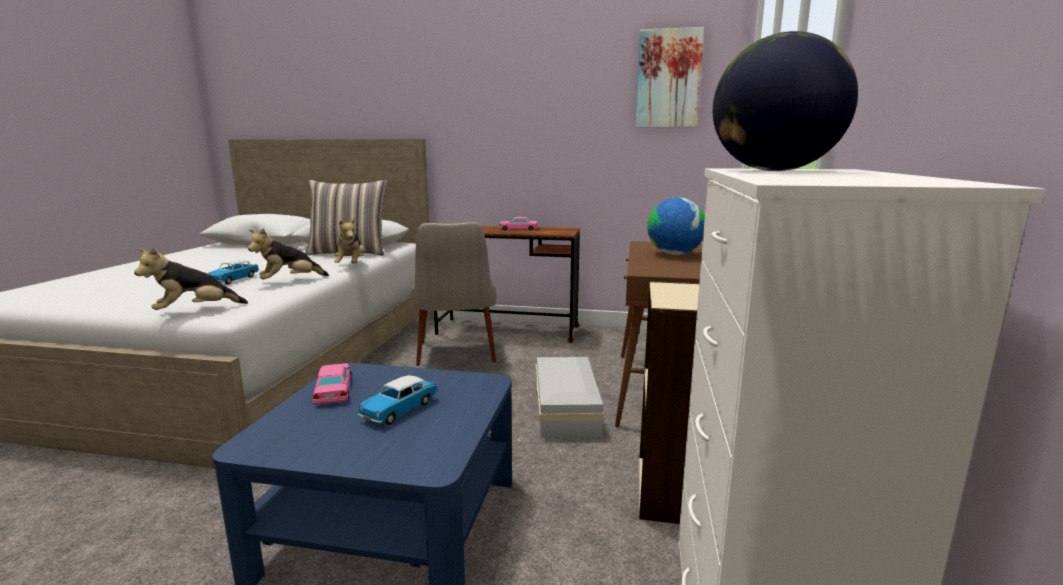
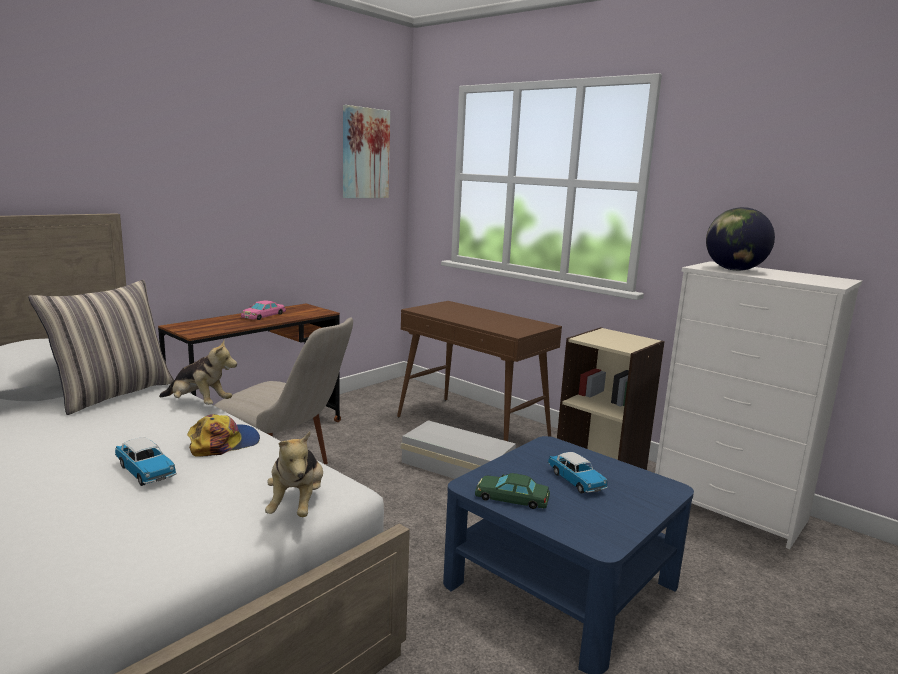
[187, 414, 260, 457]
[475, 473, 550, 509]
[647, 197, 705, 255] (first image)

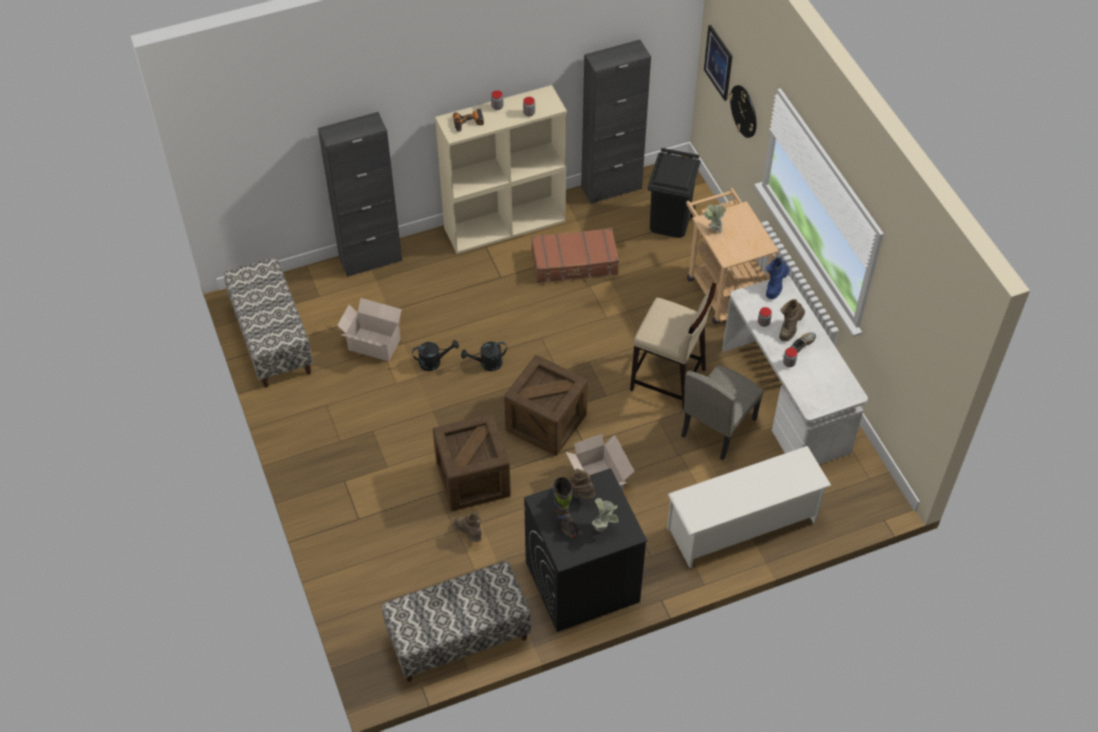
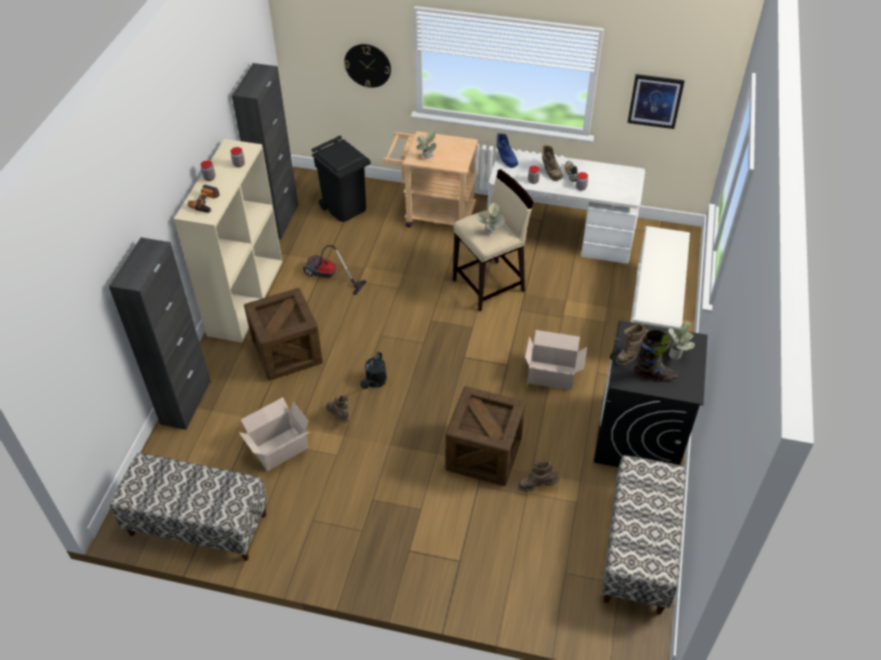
[326, 394, 349, 423]
[244, 288, 323, 381]
[303, 245, 367, 295]
[681, 365, 764, 460] (first image)
[627, 74, 685, 129]
[476, 203, 505, 234]

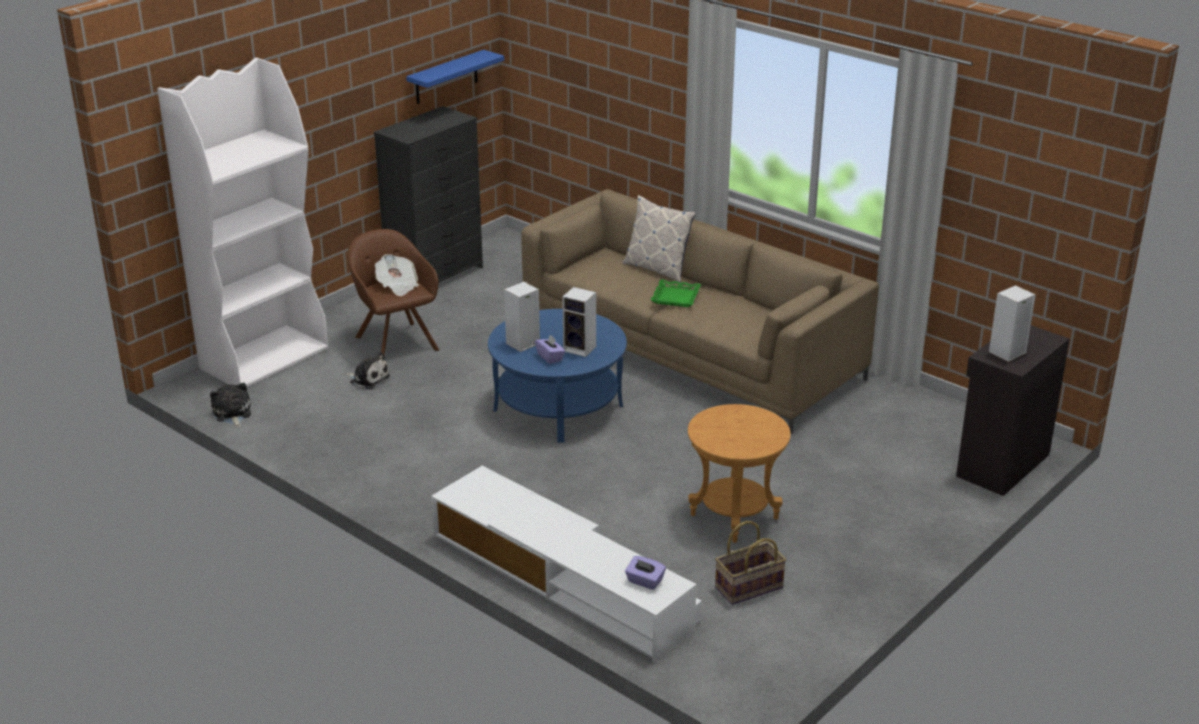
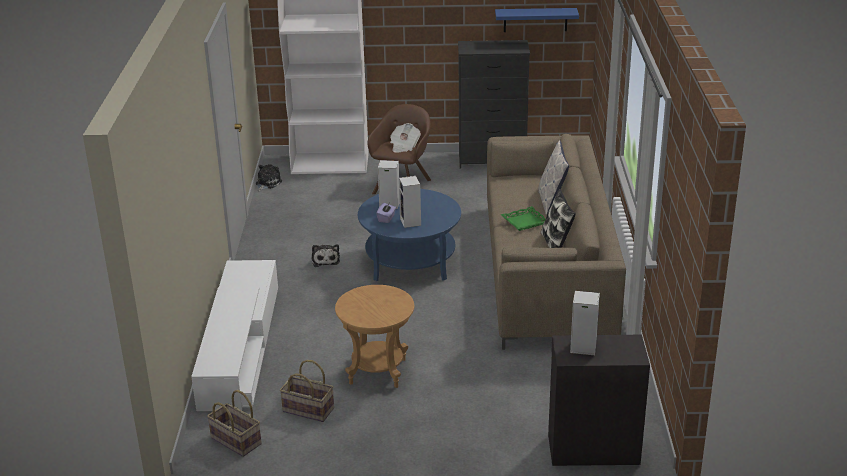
[312, 244, 340, 267]
[625, 556, 666, 590] (first image)
[207, 390, 262, 457]
[541, 189, 576, 248]

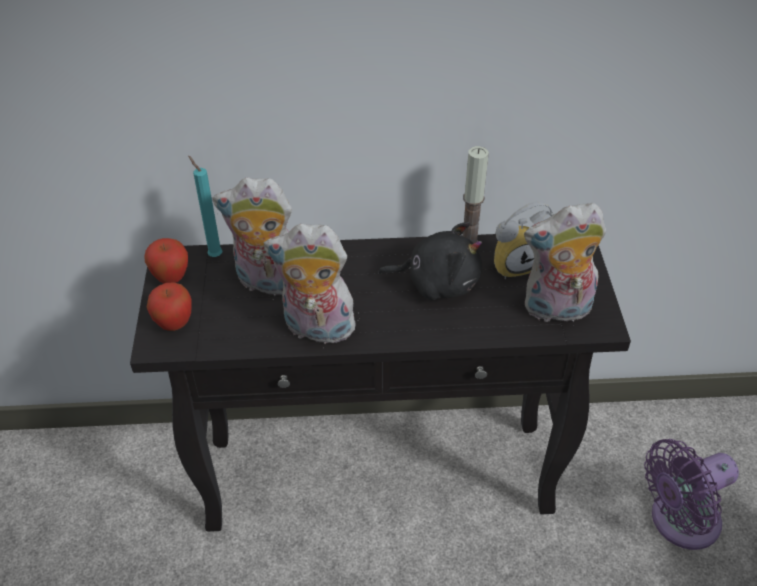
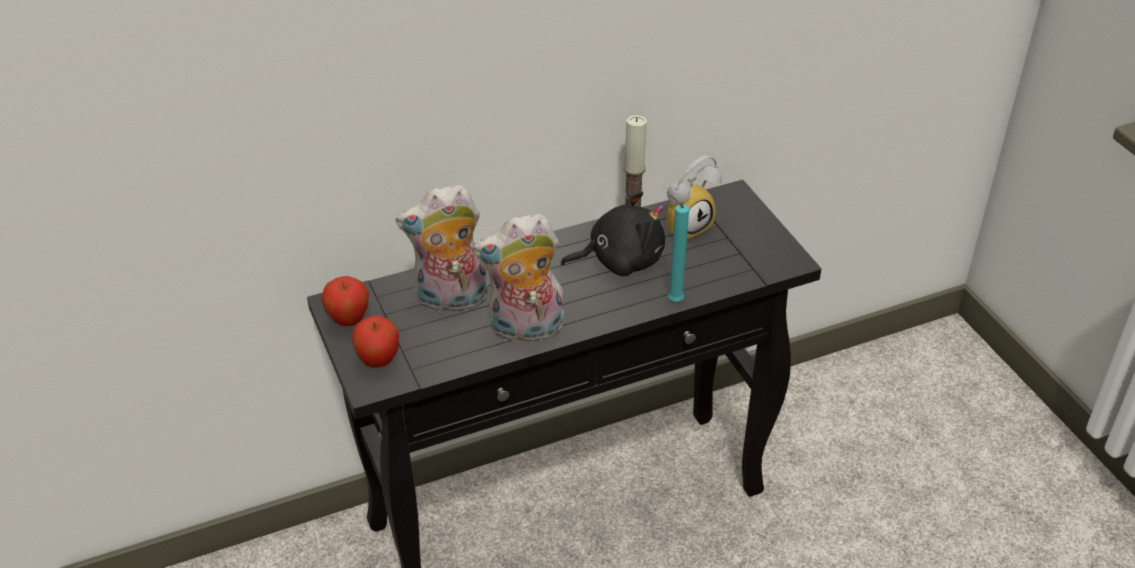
[668, 194, 689, 302]
[524, 203, 606, 326] (first image)
[644, 439, 739, 550] (first image)

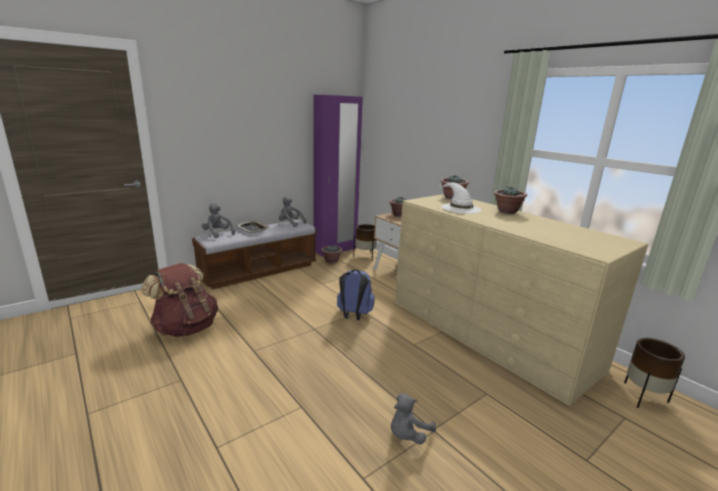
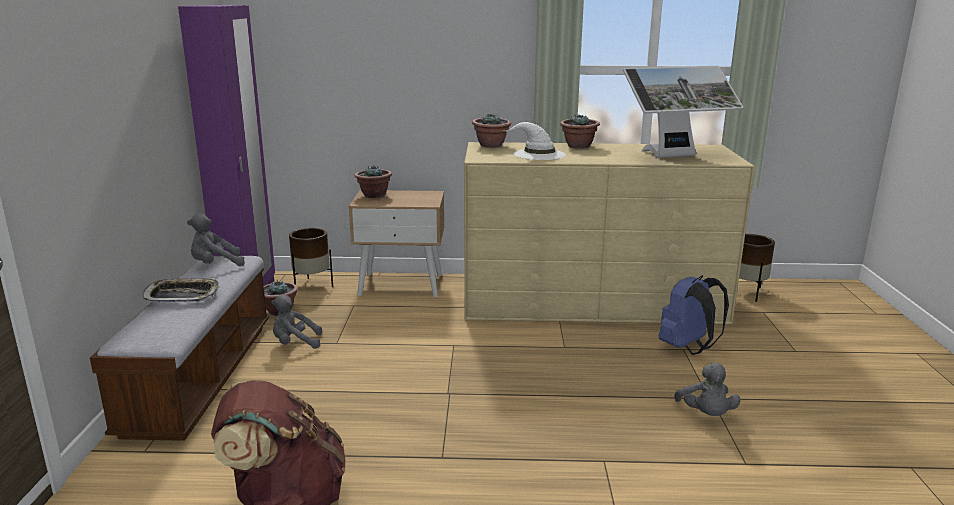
[271, 295, 322, 349]
[659, 275, 729, 355]
[623, 66, 744, 158]

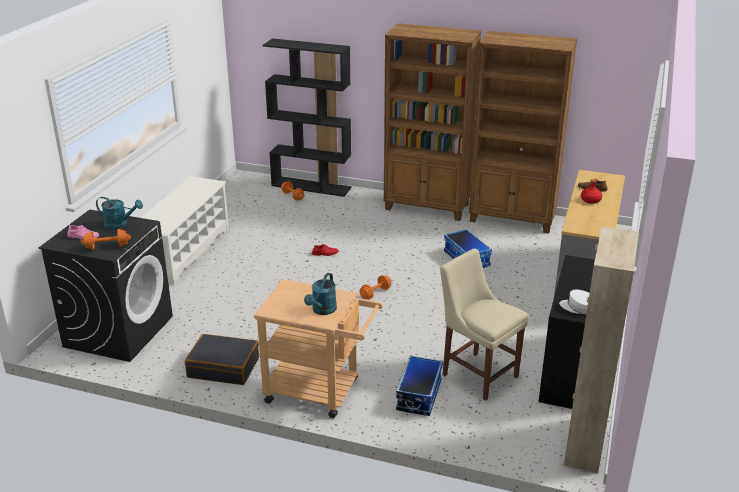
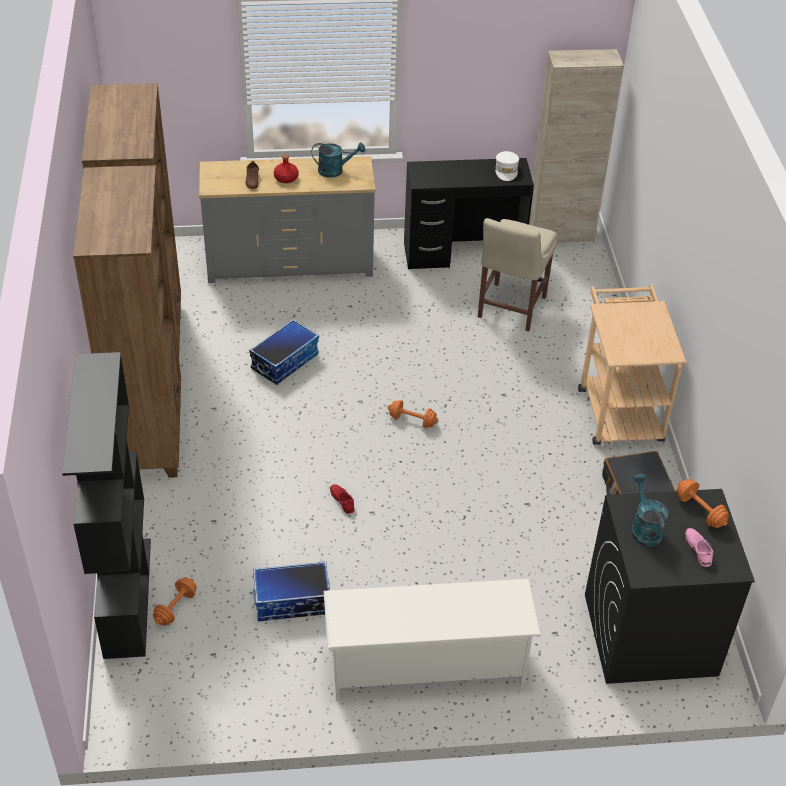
[312, 142, 365, 178]
[253, 561, 330, 621]

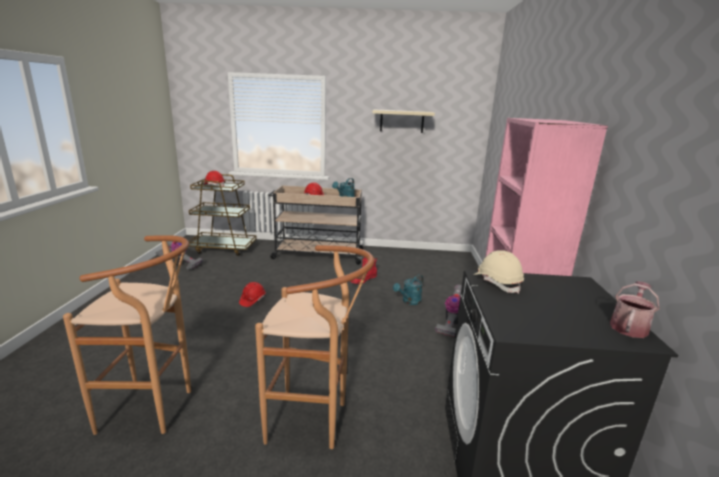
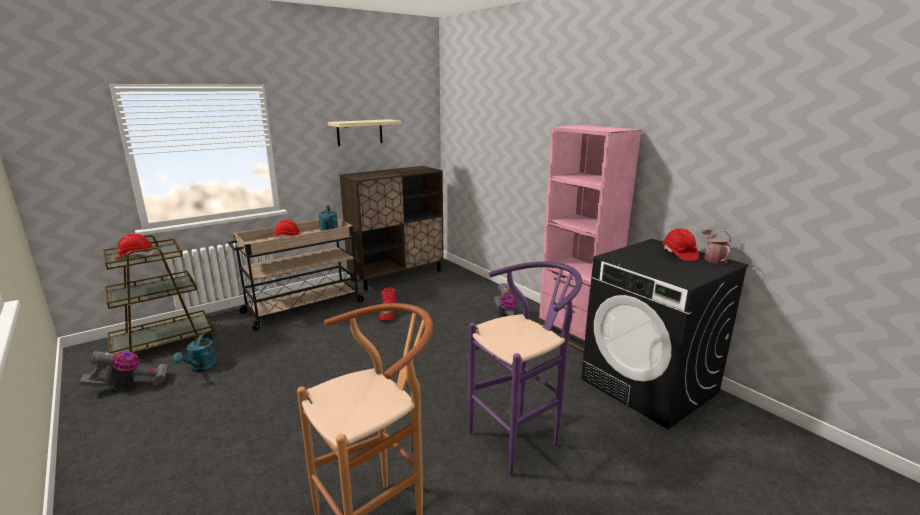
[663, 229, 699, 261]
[469, 262, 582, 476]
[173, 332, 217, 373]
[473, 250, 524, 294] (first image)
[339, 166, 444, 291]

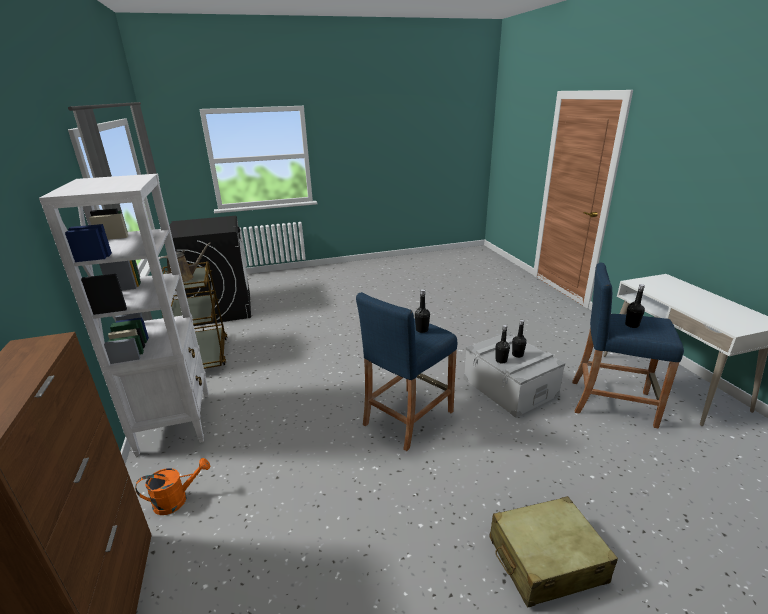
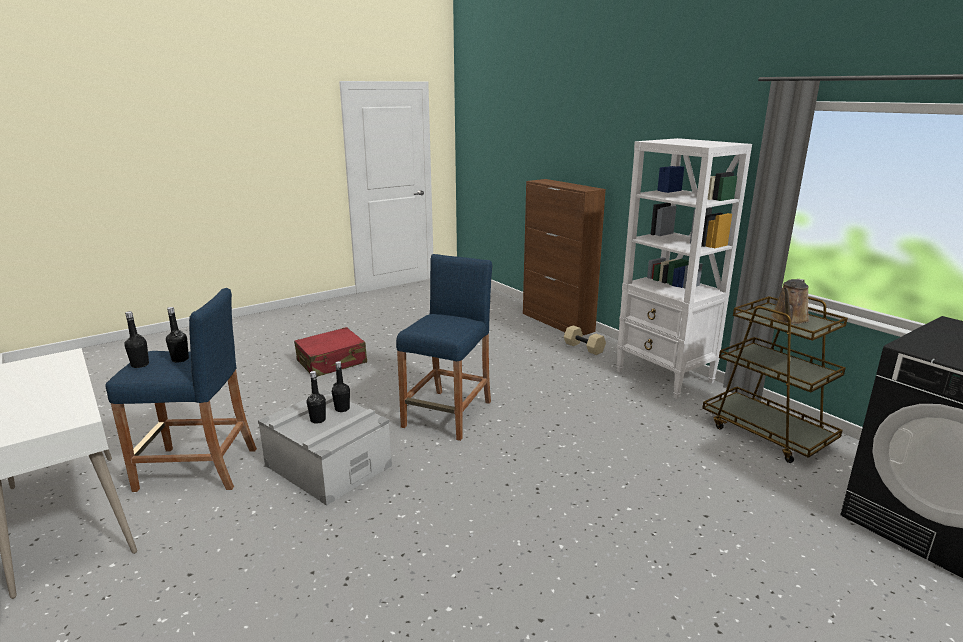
[564, 325, 606, 355]
[124, 311, 149, 368]
[294, 327, 367, 377]

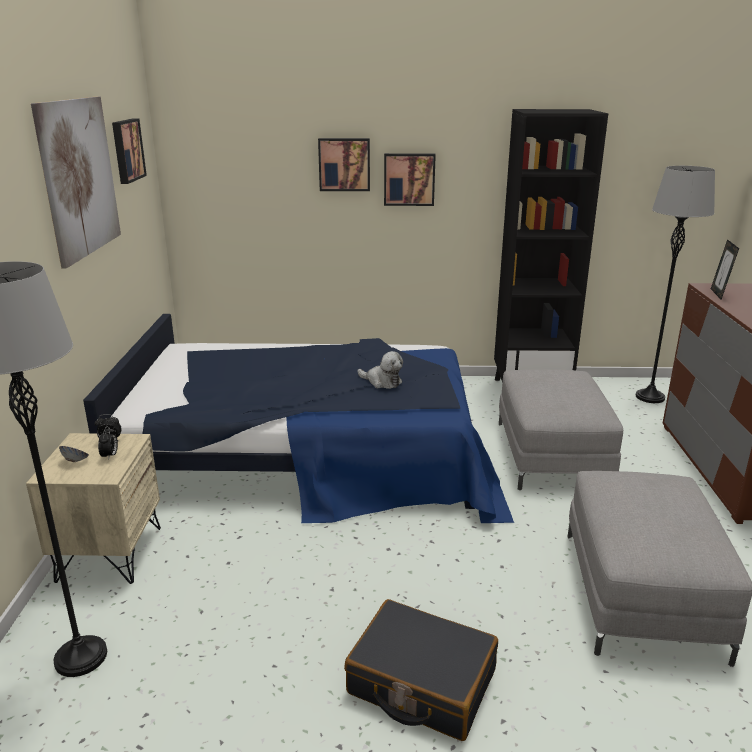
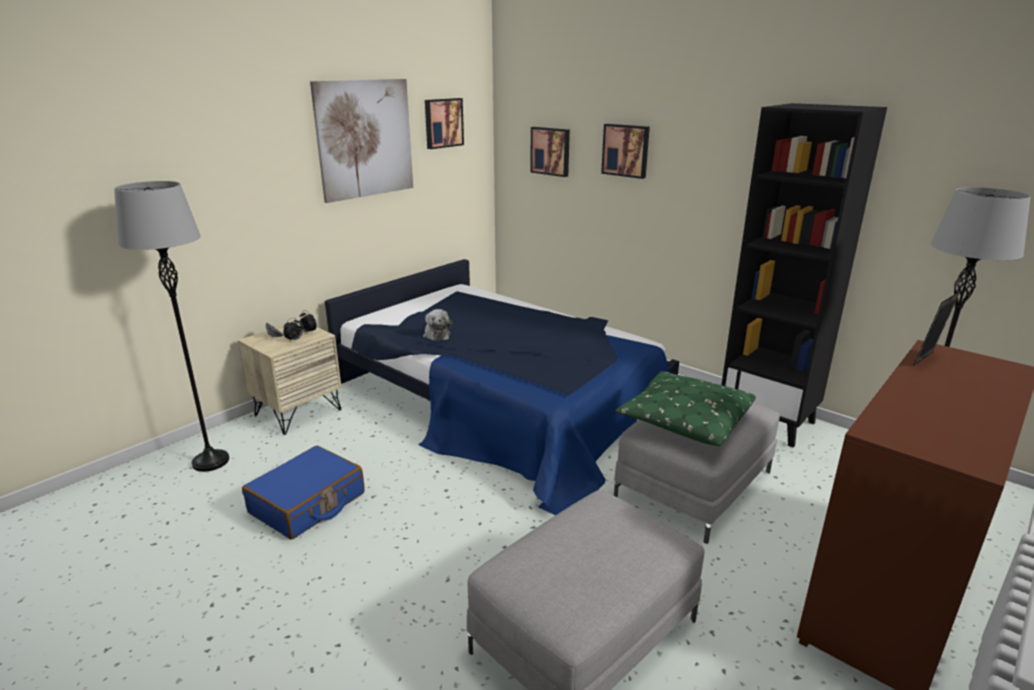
[344, 599, 498, 741] (first image)
[423, 309, 453, 341]
[530, 127, 570, 177]
[242, 446, 365, 540]
[615, 371, 756, 446]

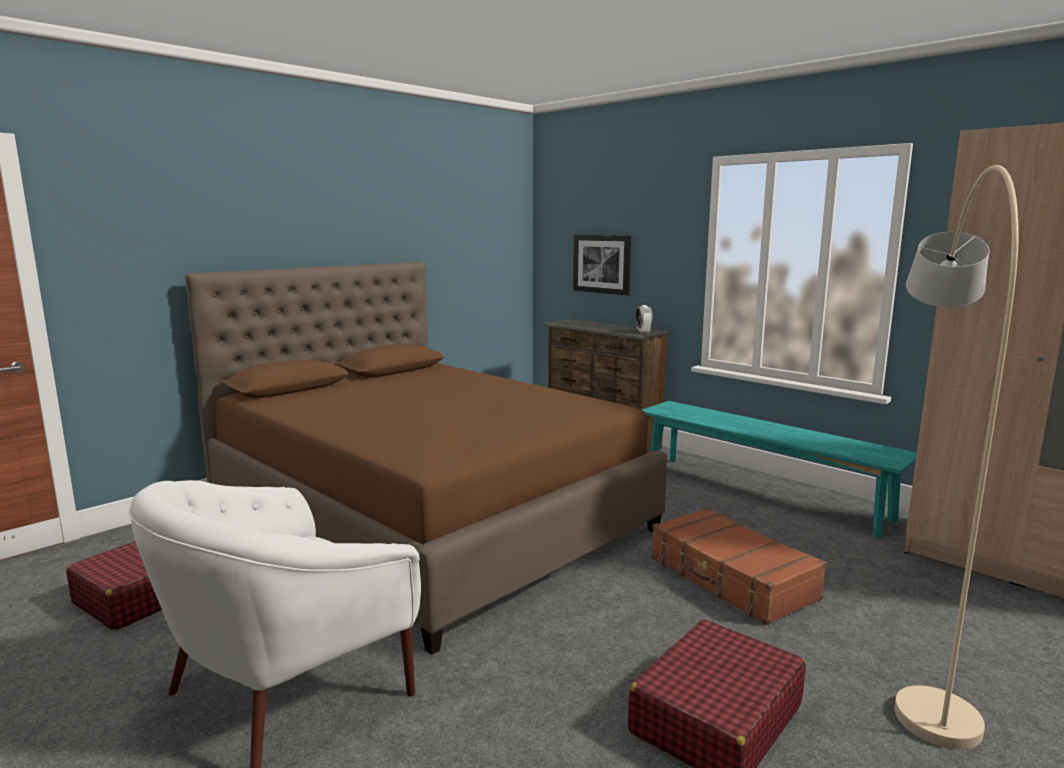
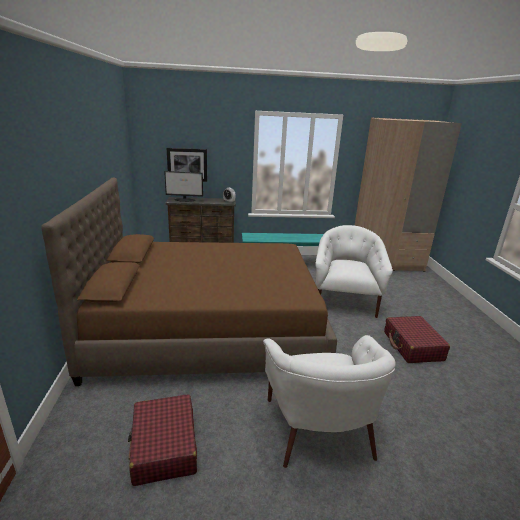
[315, 225, 393, 318]
[894, 165, 1019, 749] (first image)
[164, 171, 203, 202]

